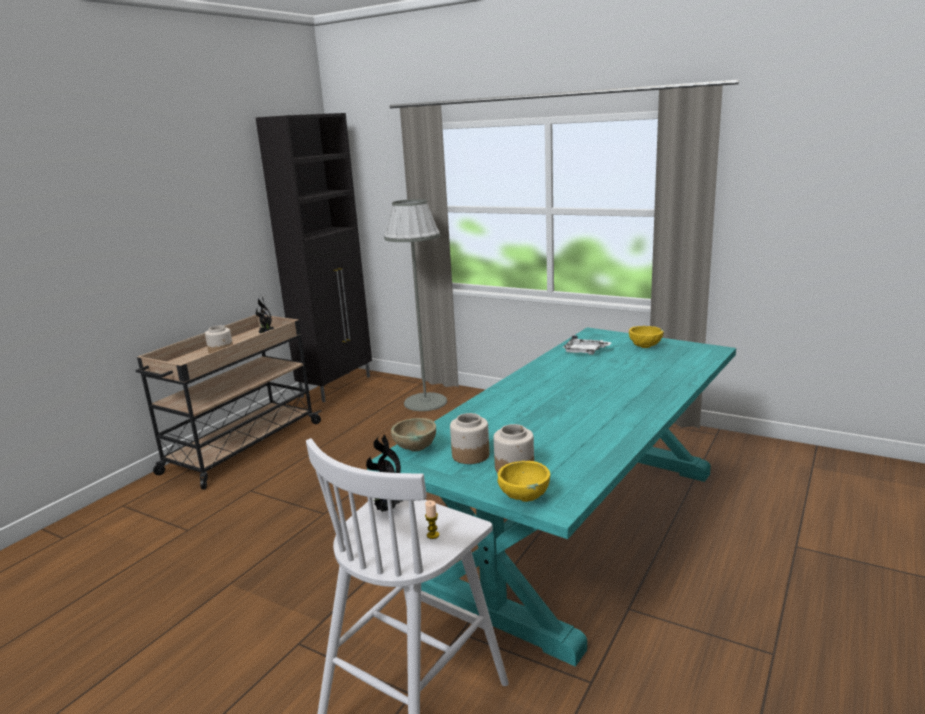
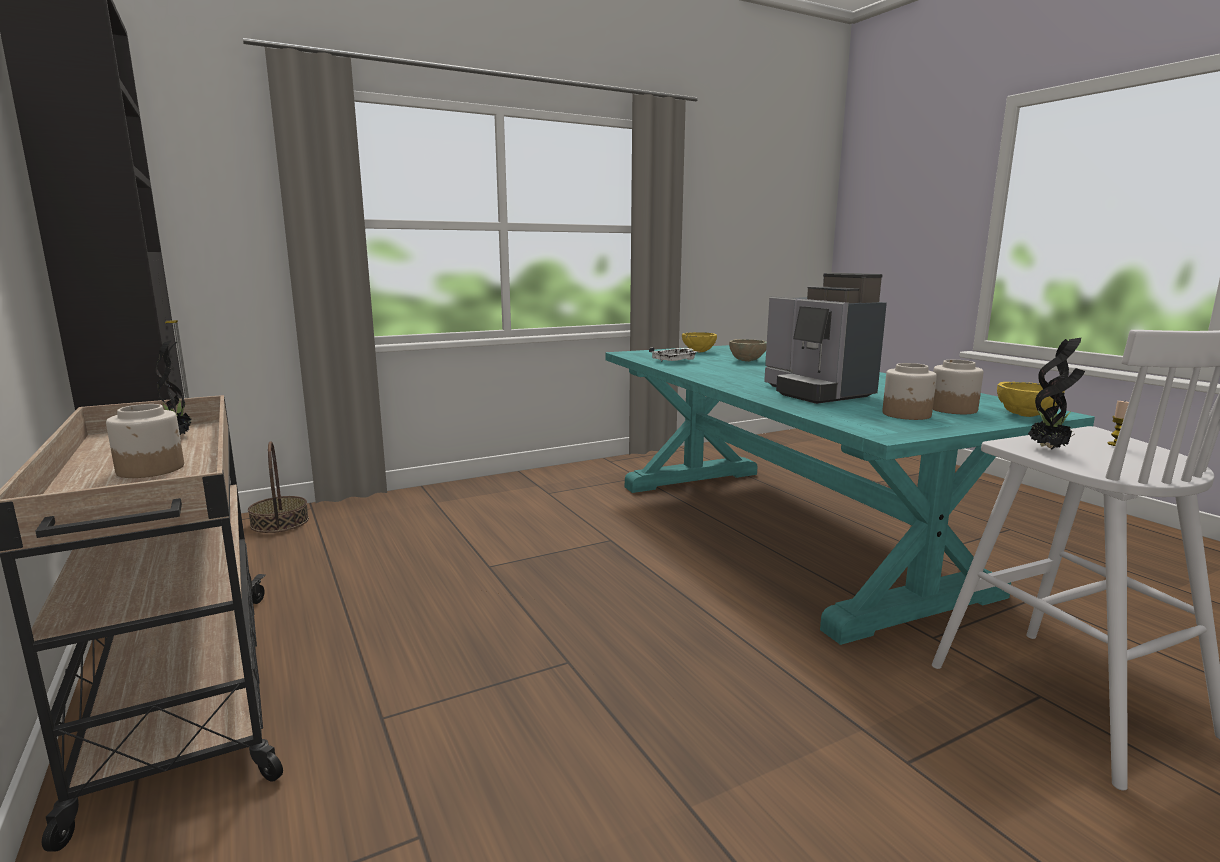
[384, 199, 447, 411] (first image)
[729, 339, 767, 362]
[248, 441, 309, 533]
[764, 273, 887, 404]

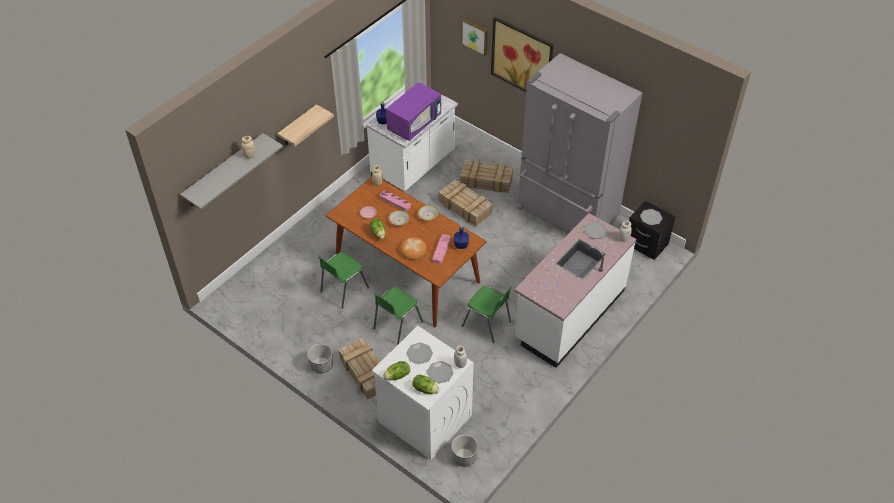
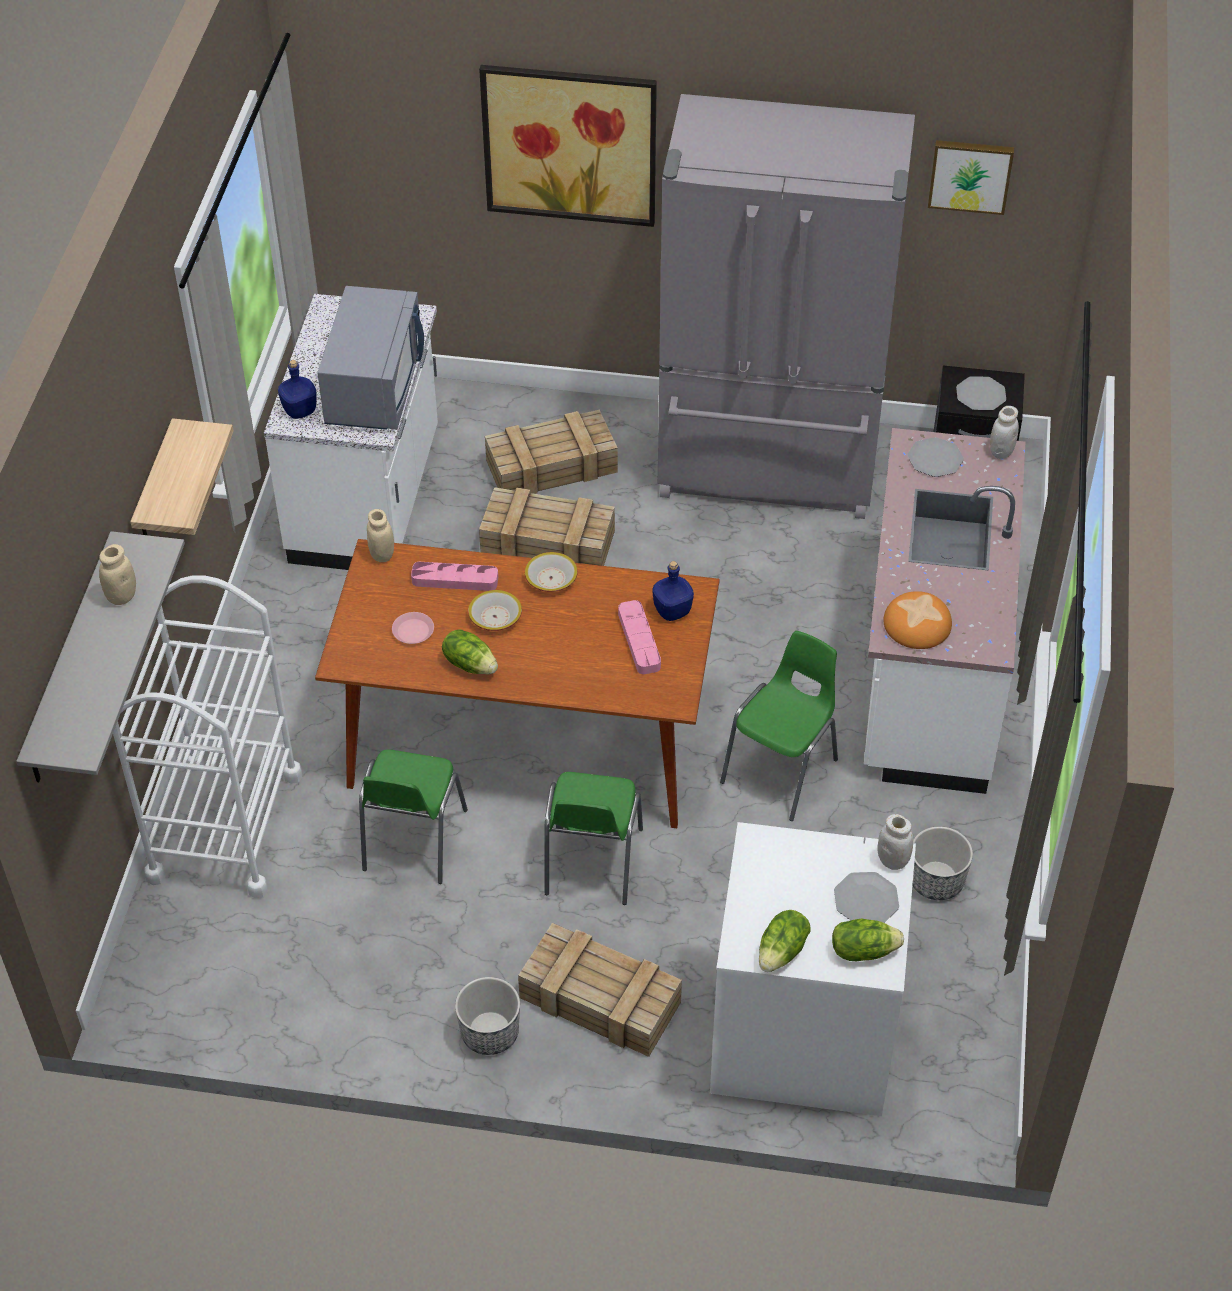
[317, 286, 424, 430]
[883, 591, 952, 649]
[406, 342, 433, 364] (first image)
[912, 826, 973, 900]
[928, 140, 1014, 215]
[720, 631, 838, 821]
[113, 575, 302, 898]

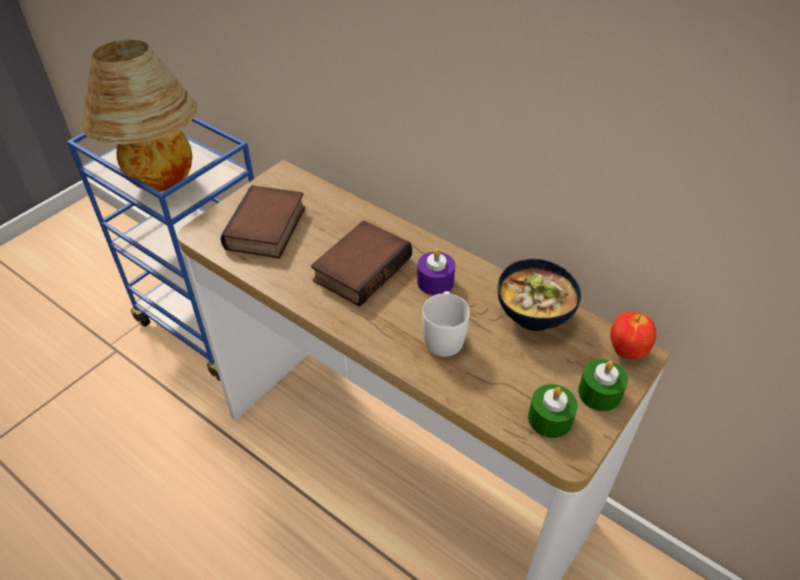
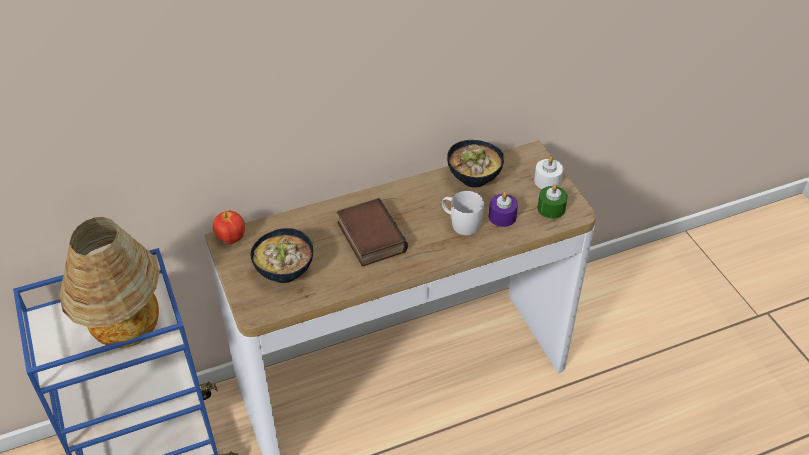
[251, 228, 313, 283]
[489, 192, 518, 227]
[534, 157, 563, 189]
[213, 210, 245, 244]

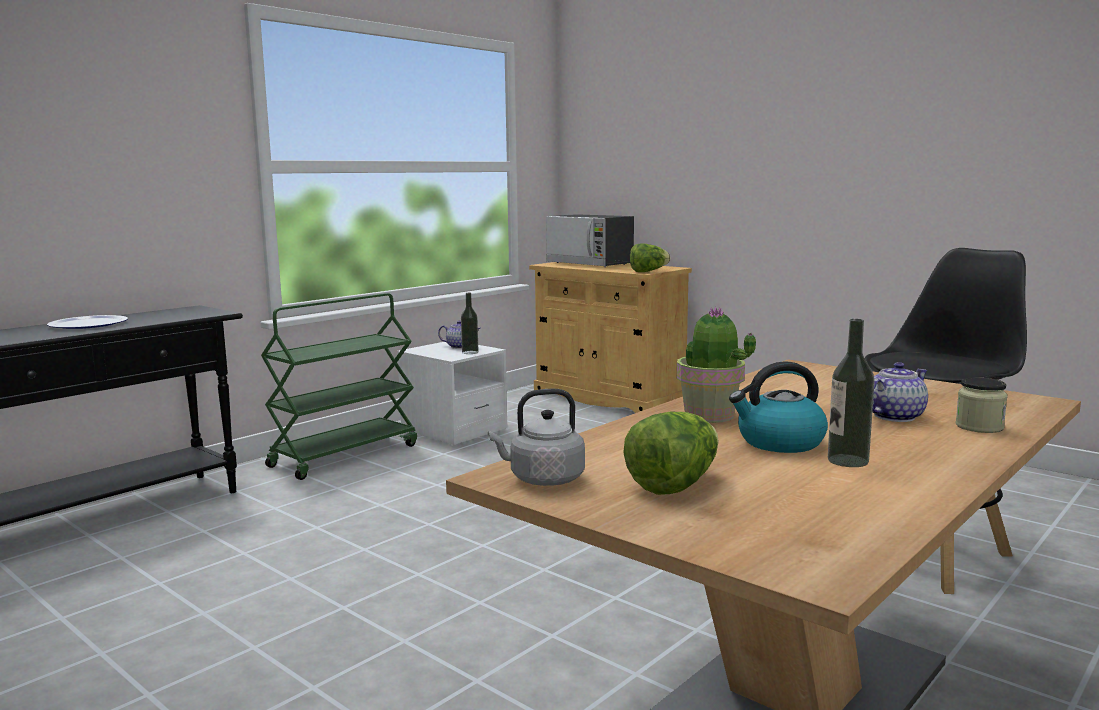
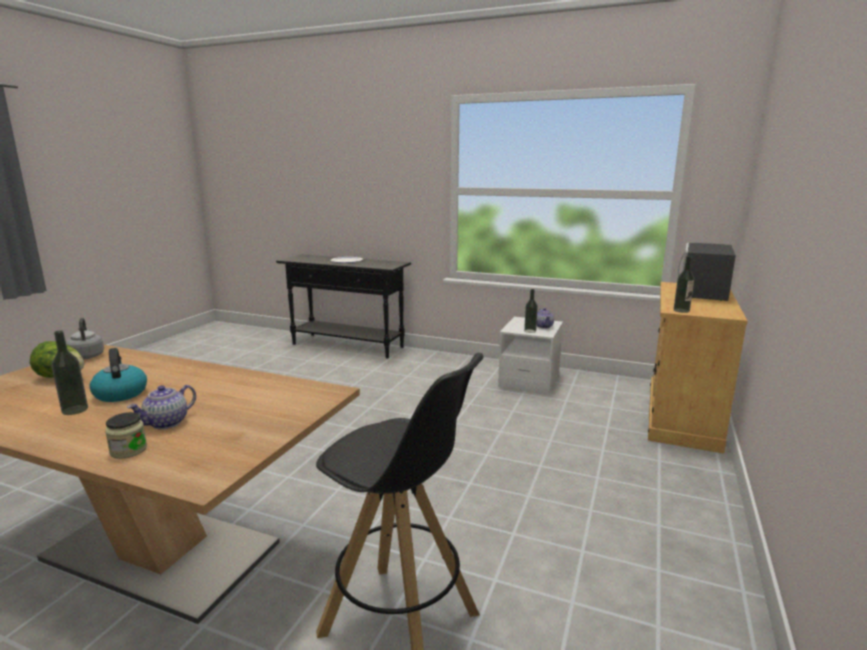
[261, 293, 417, 480] (first image)
[674, 256, 694, 313]
[677, 307, 756, 423] (first image)
[127, 385, 196, 429]

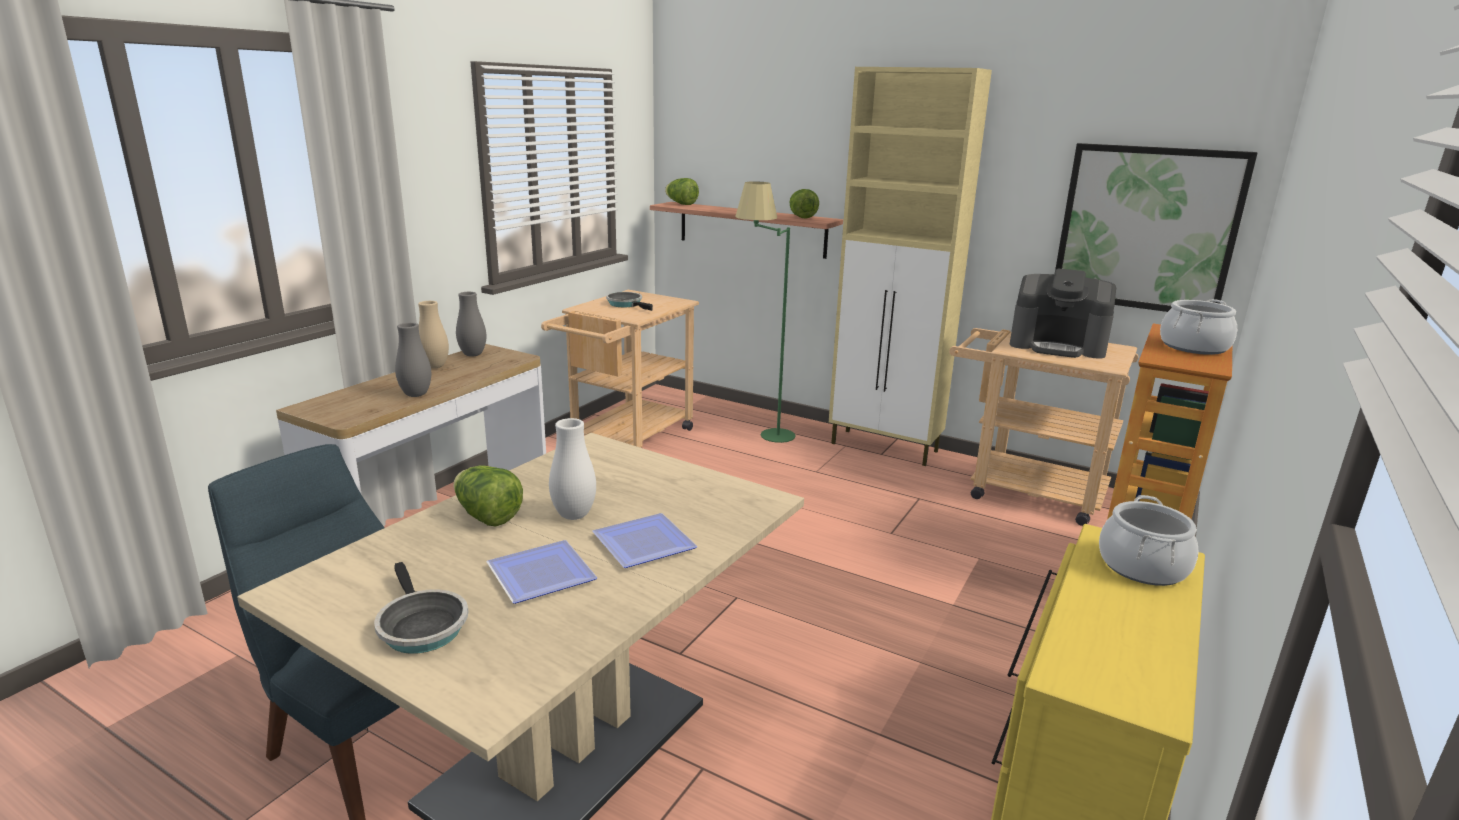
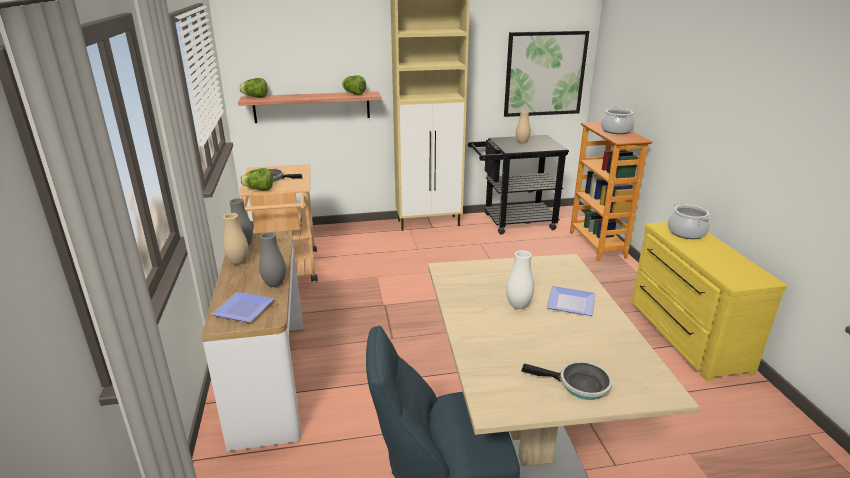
[240, 168, 273, 191]
[211, 292, 274, 323]
[735, 181, 796, 443] (first image)
[468, 135, 569, 234]
[516, 110, 531, 144]

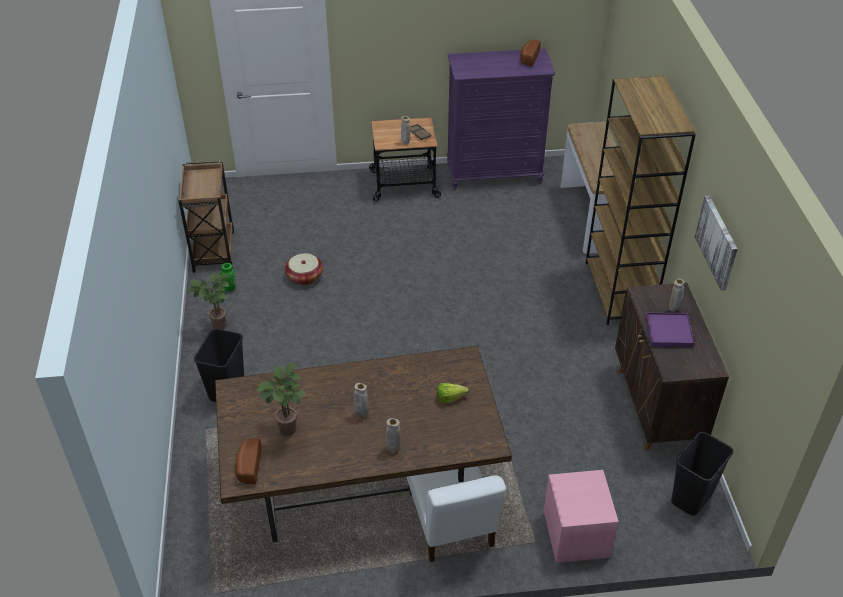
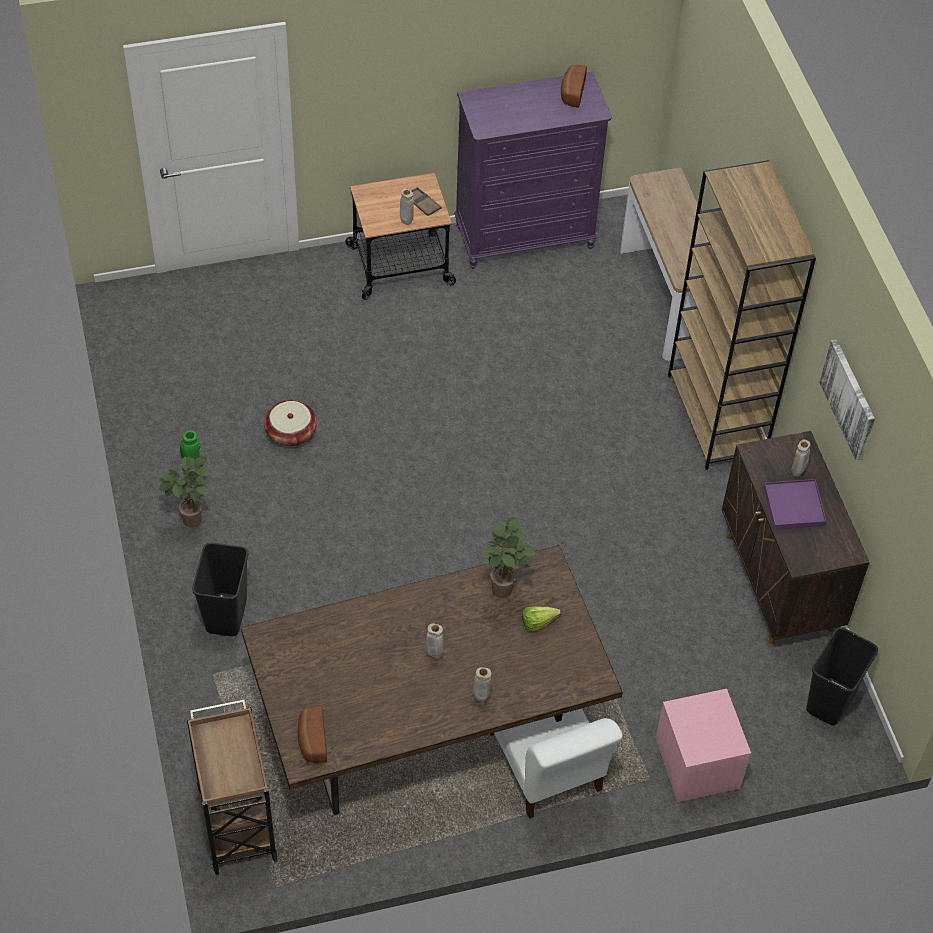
[187, 699, 278, 875]
[480, 517, 535, 598]

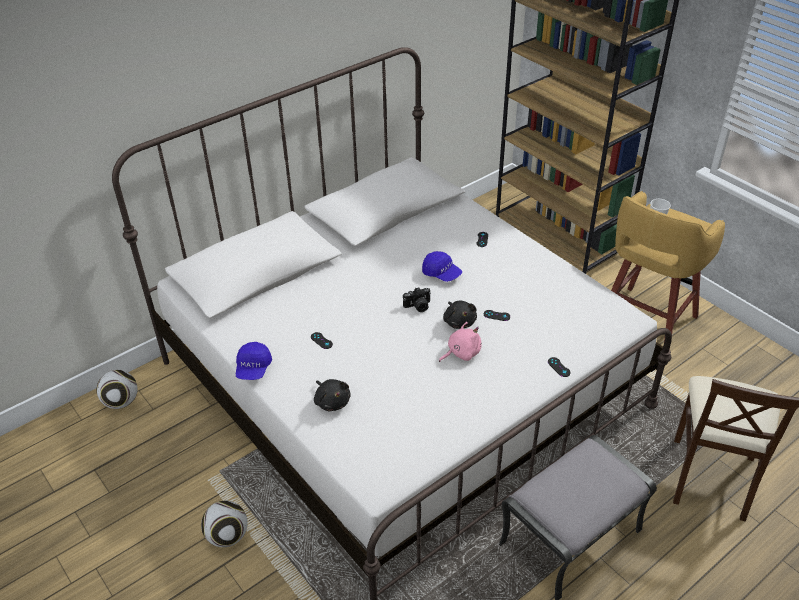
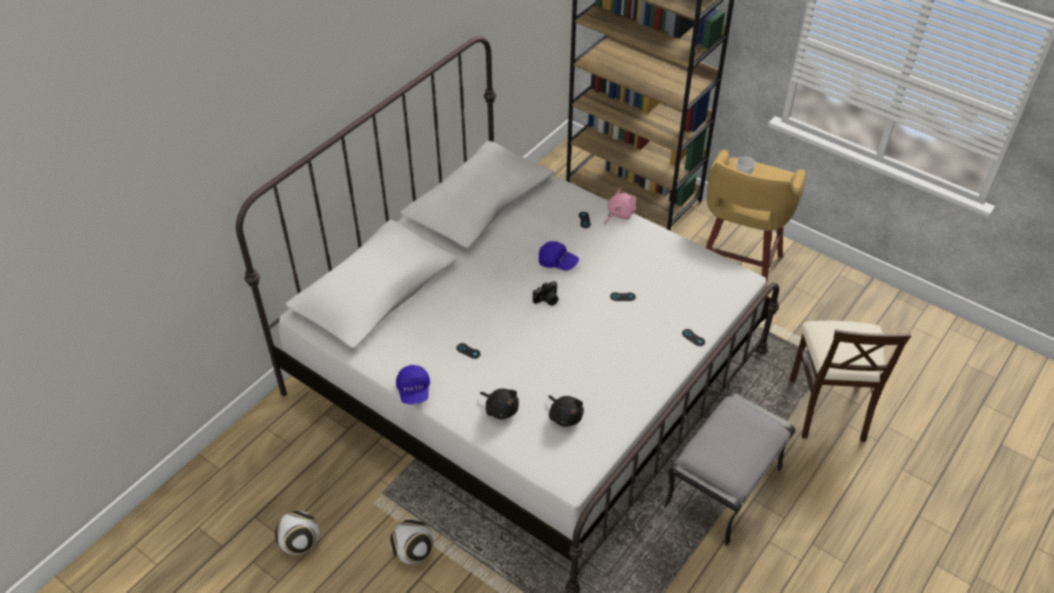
[275, 511, 319, 555]
[604, 187, 636, 224]
[548, 395, 584, 427]

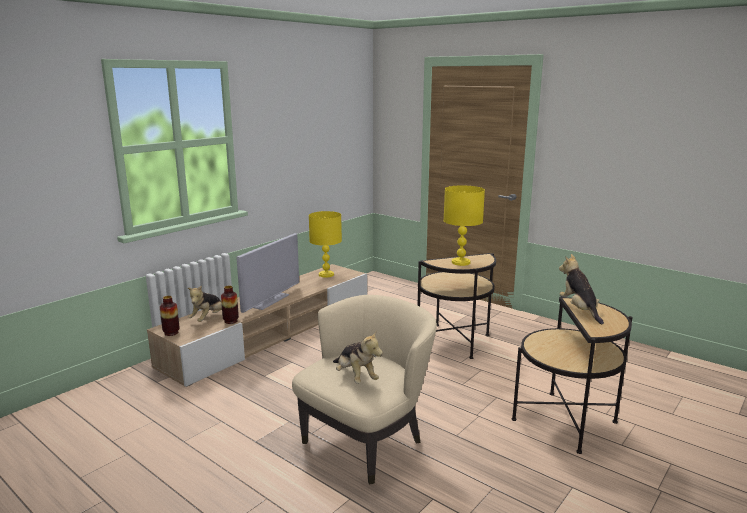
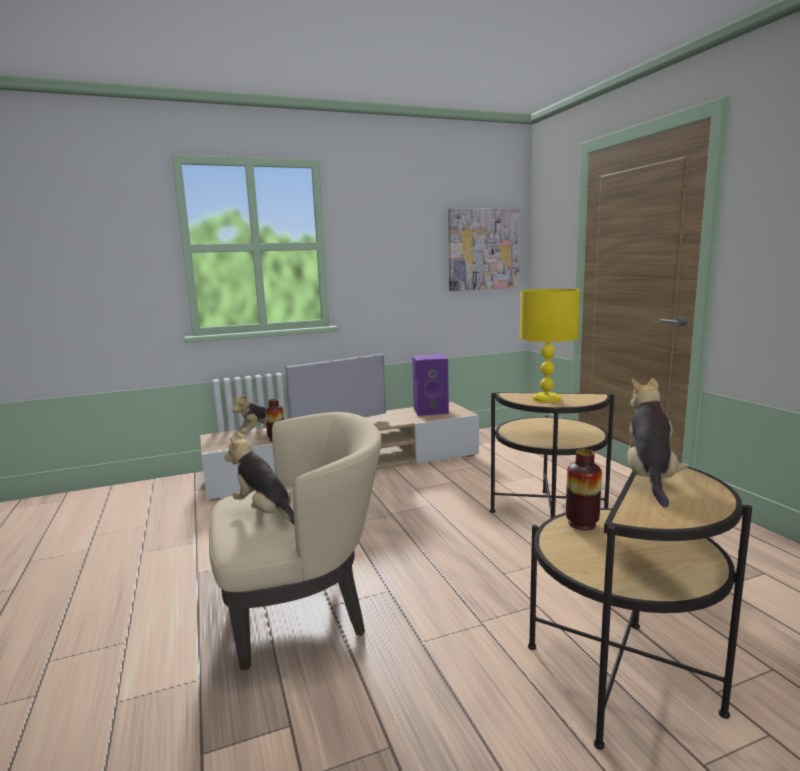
[566, 449, 602, 530]
[412, 354, 449, 416]
[224, 432, 294, 524]
[448, 208, 520, 291]

